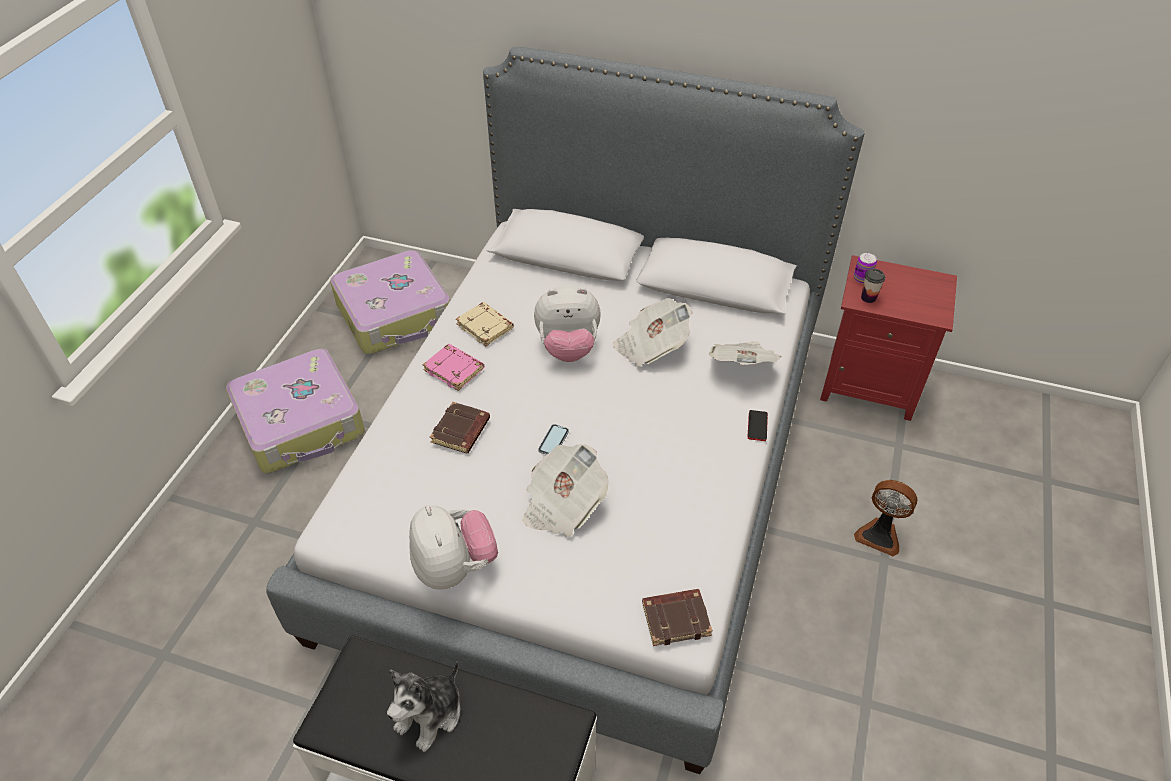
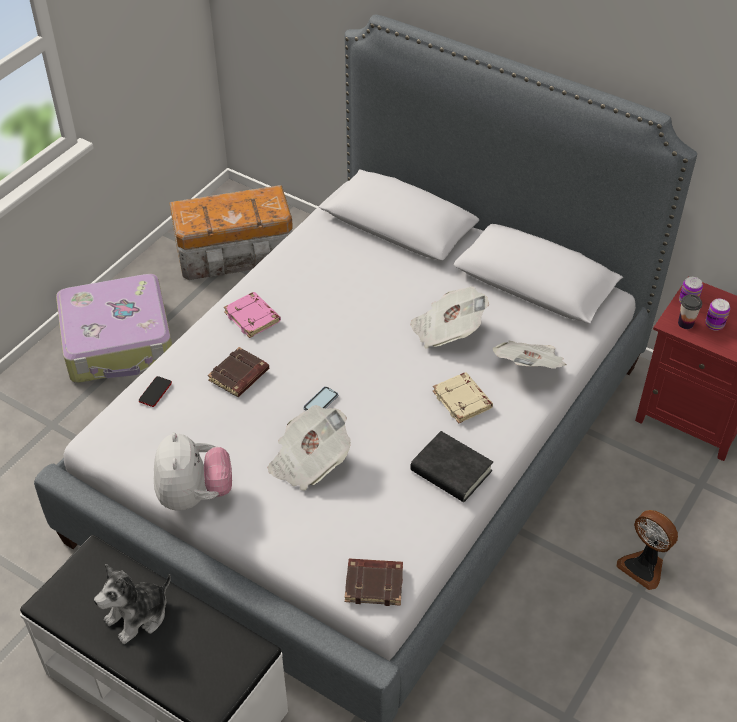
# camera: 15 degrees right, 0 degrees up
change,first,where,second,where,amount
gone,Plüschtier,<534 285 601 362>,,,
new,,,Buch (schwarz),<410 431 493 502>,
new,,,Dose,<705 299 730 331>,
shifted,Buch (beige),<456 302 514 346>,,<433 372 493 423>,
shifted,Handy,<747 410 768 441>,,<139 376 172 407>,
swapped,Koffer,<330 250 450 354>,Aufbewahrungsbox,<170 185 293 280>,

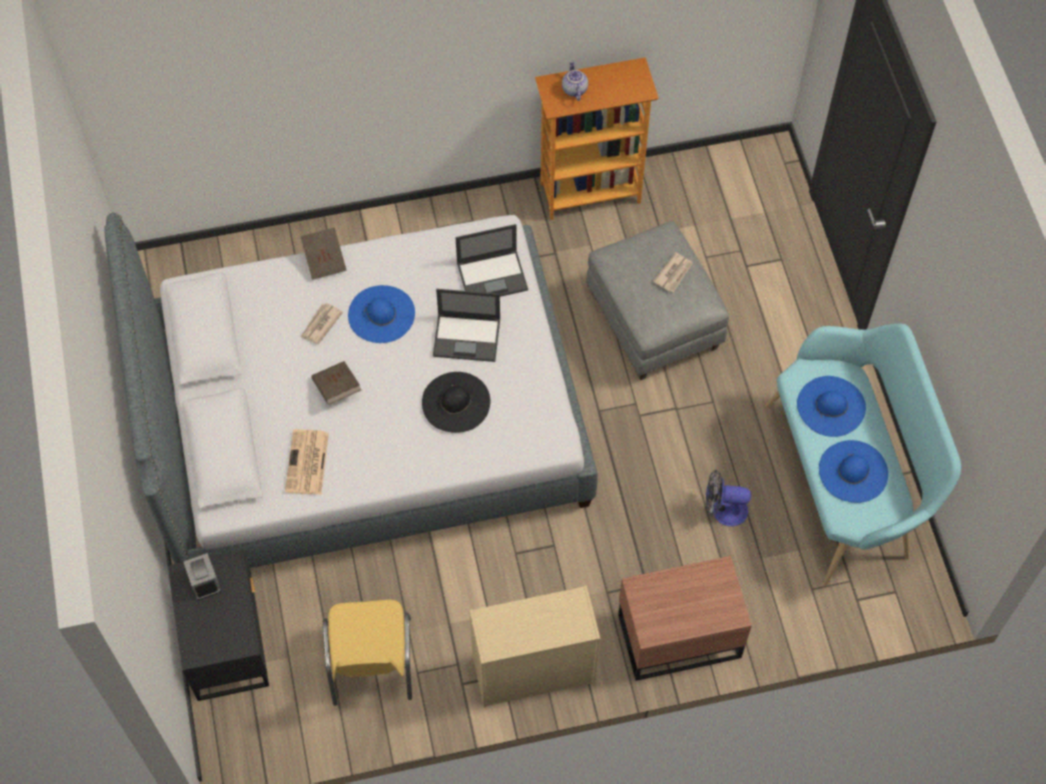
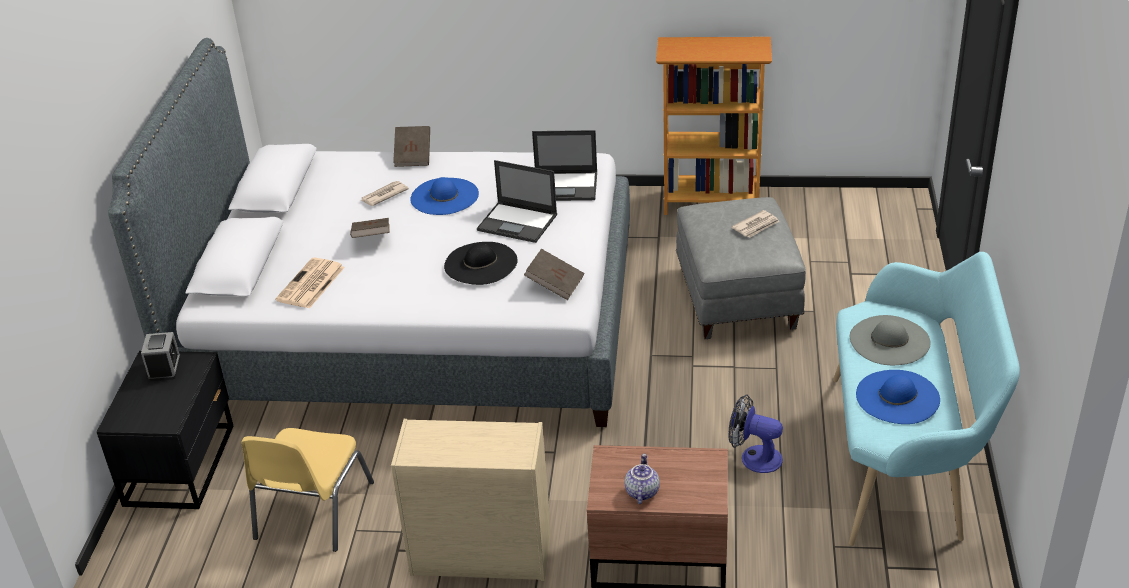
# camera: 20 degrees right, 25 degrees down
change,first,where,second,where,amount
new,,,Buch (braun),<524 249 584 300>,
shifted,Teekanne,<562 60 588 101>,,<625 454 660 504>,
repainted,Hut (blau),<797 376 866 437>,Hut (grau),<850 315 931 365>,

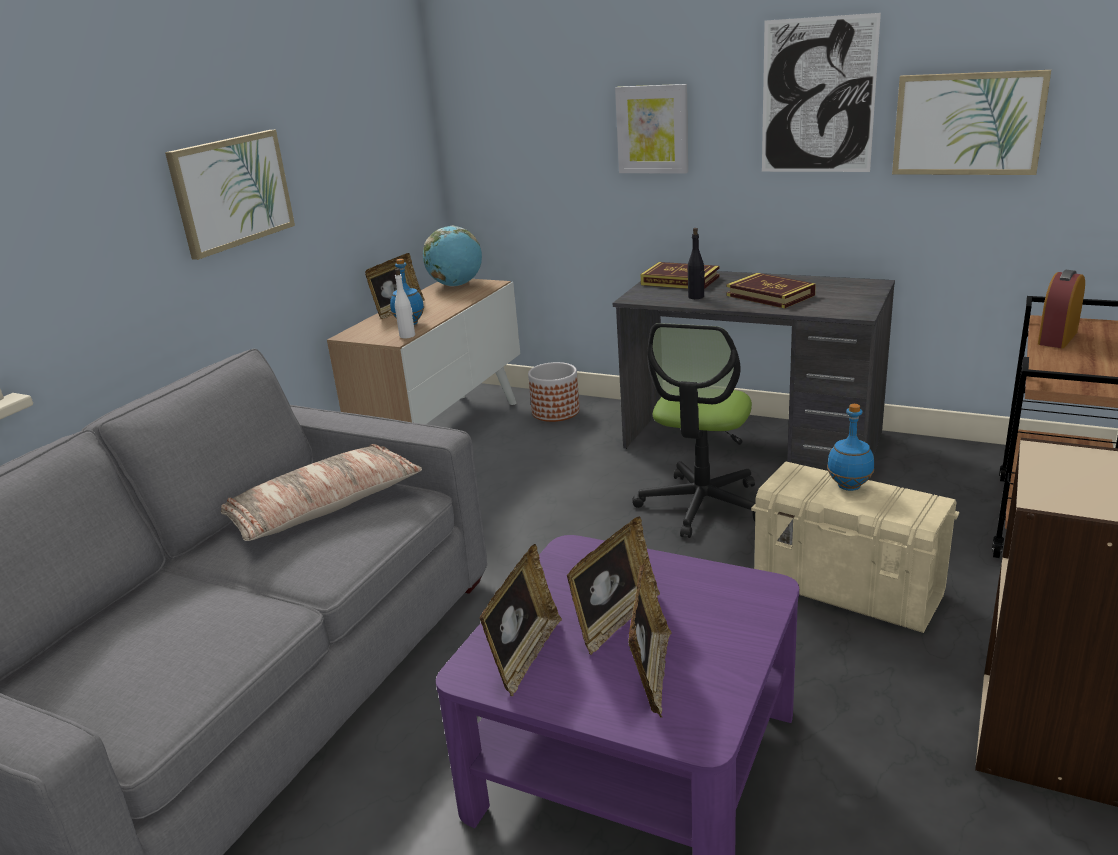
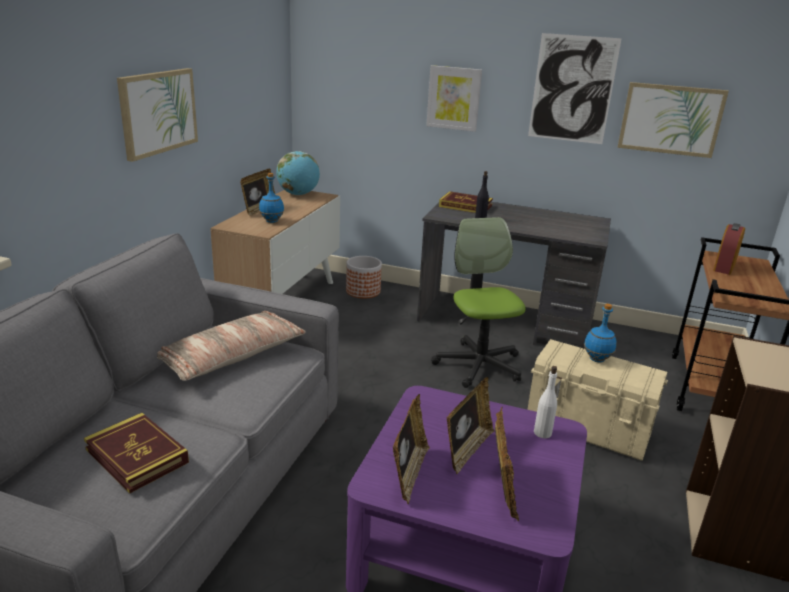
# camera: 10 degrees left, 0 degrees up
change,first,where,second,where,amount
shifted,Flasche (weiß),<395 269 415 338>,,<534 366 557 438>,
shifted,Buch,<727 273 816 308>,,<84 413 189 493>,
rotated,Bürostuhl,<633 323 756 538>,,<431 217 526 388>,150 degrees clockwise

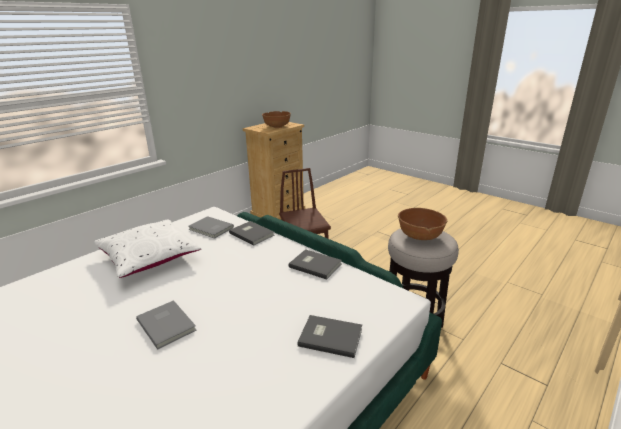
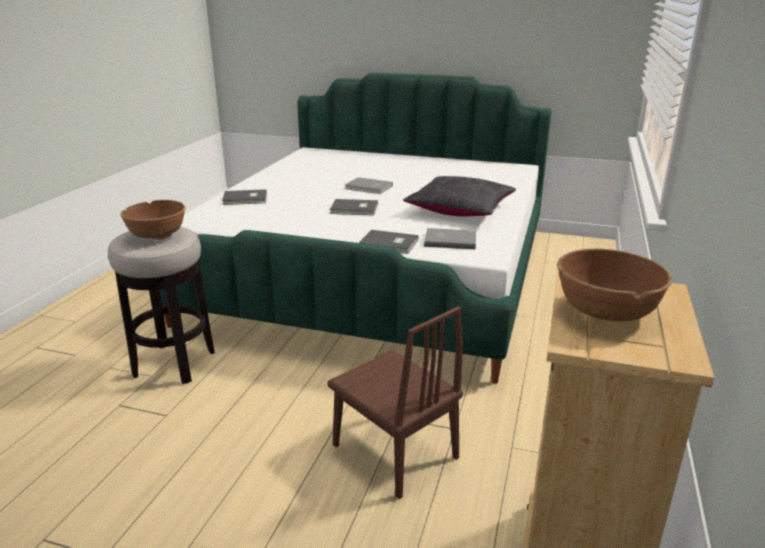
# camera: 155 degrees right, 0 degrees up
change,first,where,second,where,amount
shifted,Buch (grau),<288 249 342 280>,,<330 199 378 216>,
repainted,Kissen (weiß),<94 219 201 278>,Kissen (schwarz),<403 176 516 216>,

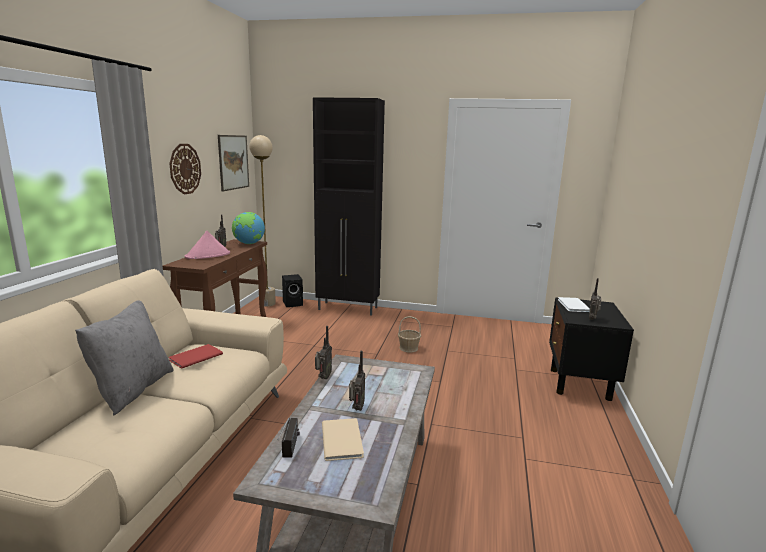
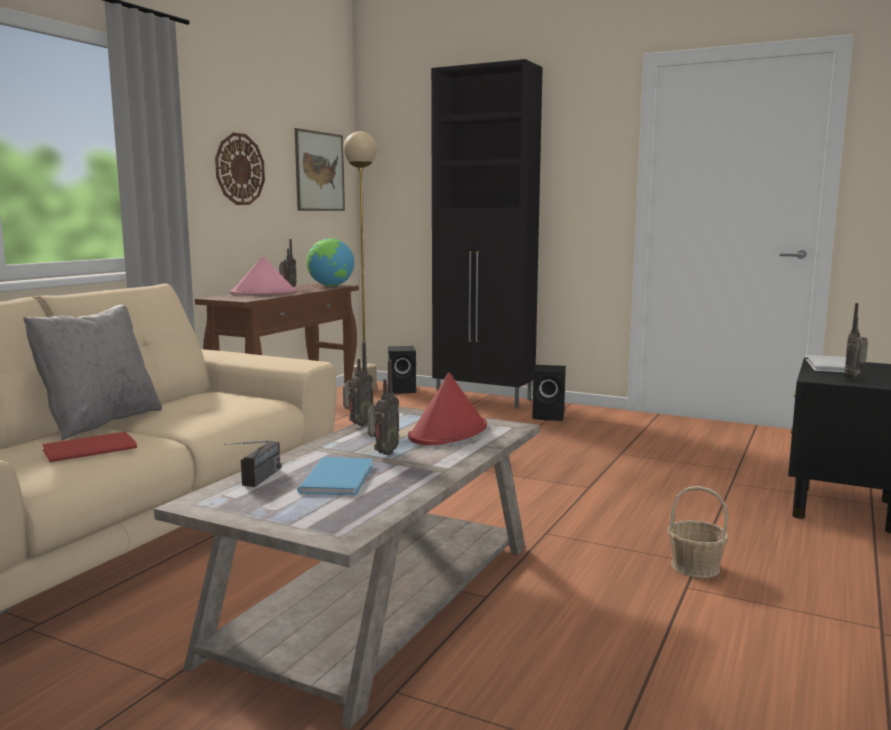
# camera: 15 degrees right, 5 degrees down
change,first,where,second,where,amount
new,,,Hut (rot),<408 372 487 445>,
new,,,Lautsprecher (schwarz),<532 365 566 421>,
shifted,Buch (rot),<168 344 223 369>,,<42 432 137 462>,
shifted,Korb,<398 316 421 352>,,<668 486 729 578>,
repainted,Buch (beige),<322 418 364 461>,Buch (blau),<297 457 373 495>,

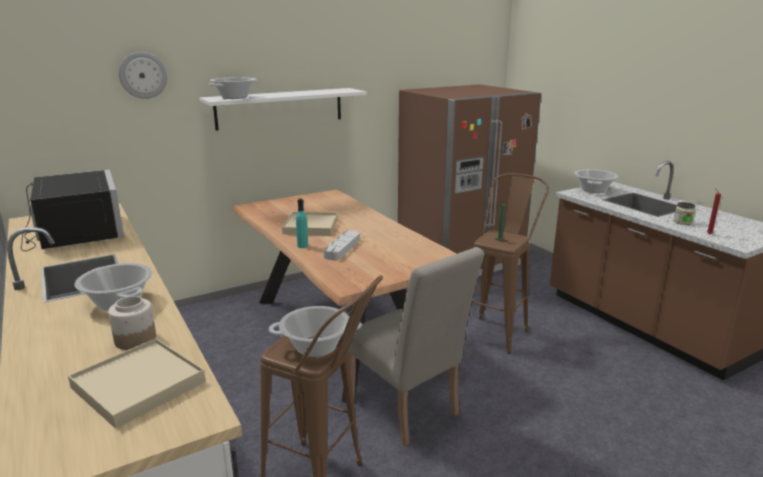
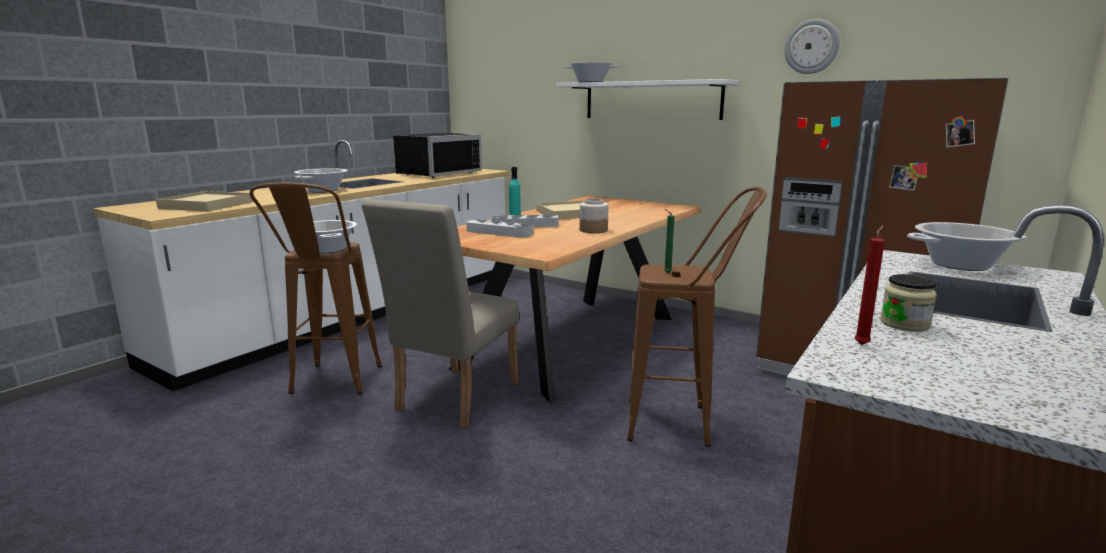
# camera: 65 degrees right, 5 degrees down
change,first,where,second,where,amount
new,,,Tablett (grau),<466 219 533 238>,
shifted,Vorratsglas,<108 296 156 350>,,<579 198 609 233>,
shifted,Wanduhr,<119 52 167 99>,,<785 19 840 74>,

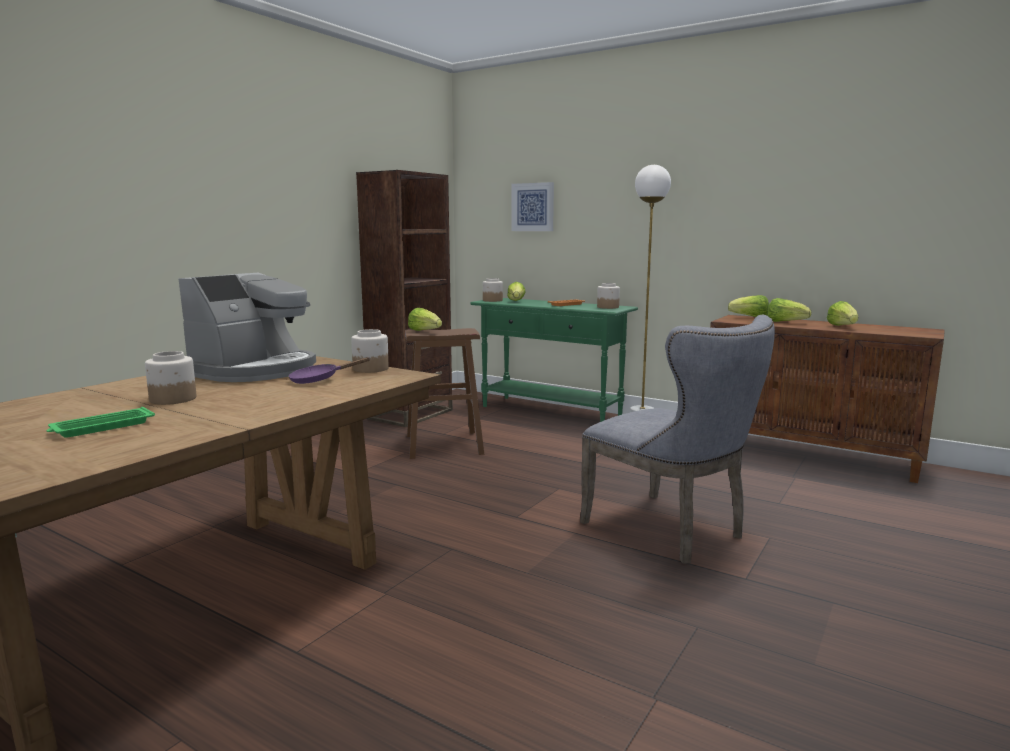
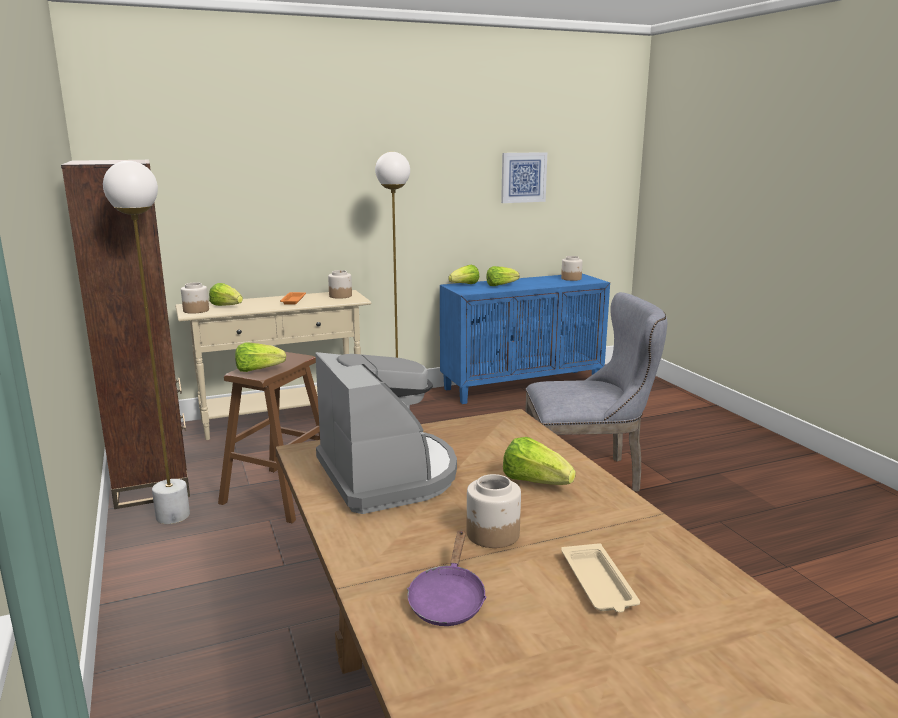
# camera: 55 degrees left, 5 degrees up
change,first,where,second,where,amount
new,,,Stehlampe (weiß),<103 161 190 524>,
shifted,Pfanne (lila),<288 357 370 384>,,<407 530 487 626>,
shifted,Vorratsglas,<351 329 389 373>,,<561 256 583 281>,
shifted,Bild,<511 182 554 231>,,<501 152 547 203>,
shifted,Salatkopf,<826 301 858 326>,,<503 437 576 485>,
repainted,Tablett (grün),<47 407 155 438>,Tablett (beige),<561 543 640 612>,
repainted,Konsolentisch (grün),<470 298 638 422>,Konsolentisch (beige),<175 290 371 440>,
repainted,Schrank (braun),<710 315 945 483>,Schrank (blau),<440 274 610 404>,

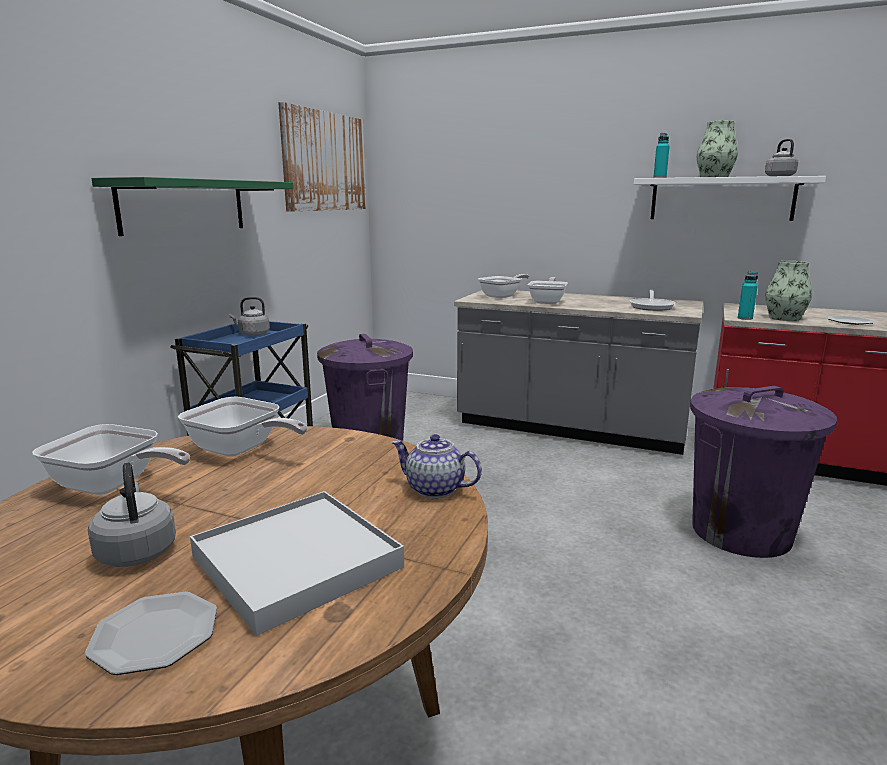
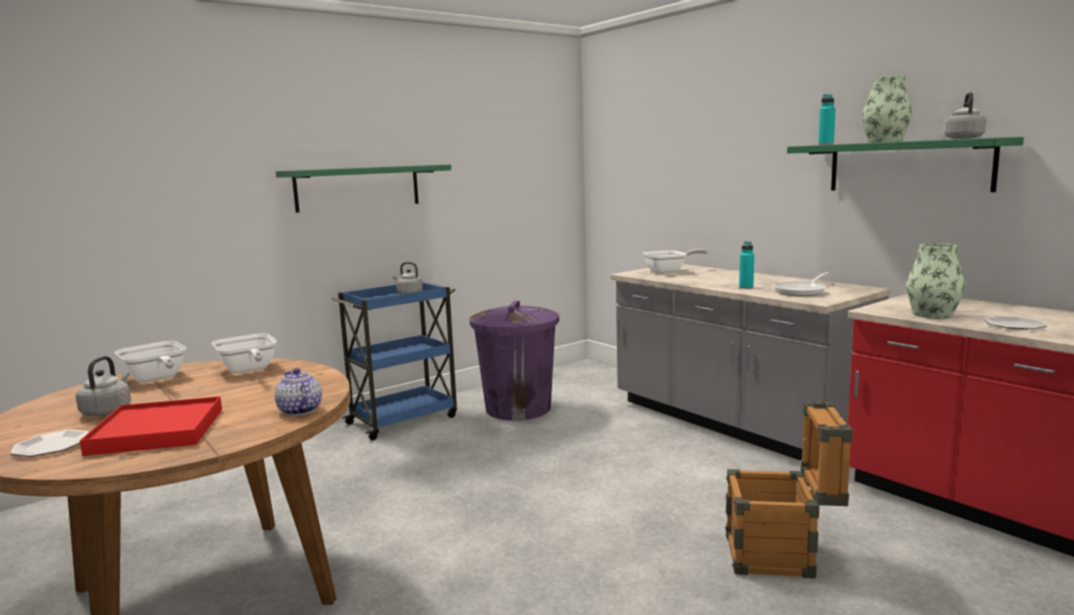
# camera: 30 degrees right, 5 degrees down
change,first,where,second,where,amount
gone,Bild,<278 102 366 212>,,,
gone,Pfanne,<528 277 568 304>,,,
shifted,Flasche (türkis),<738 271 758 320>,,<739 241 754 289>,
swapped,Mülleimer (lila),<690 386 837 558>,Kiste,<725 401 853 578>,
repainted,Tablett (weiß),<190 491 404 636>,Tablett (rot),<80 396 222 456>,
repainted,Wandregal (weiß),<634 176 826 221>,Wandregal (grün),<787 137 1024 192>,

